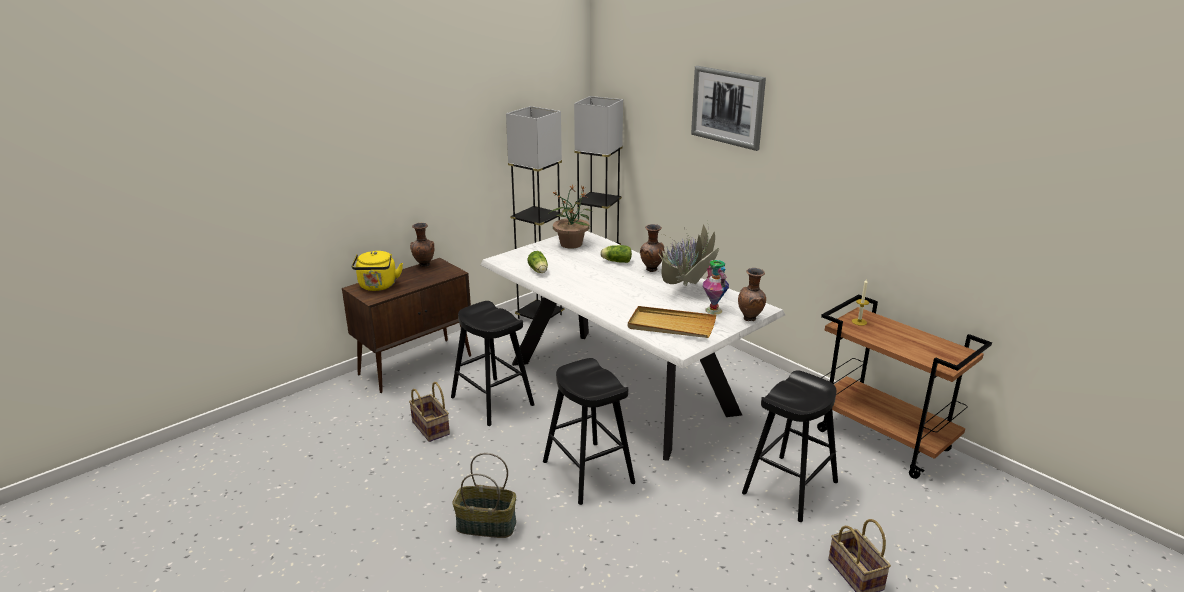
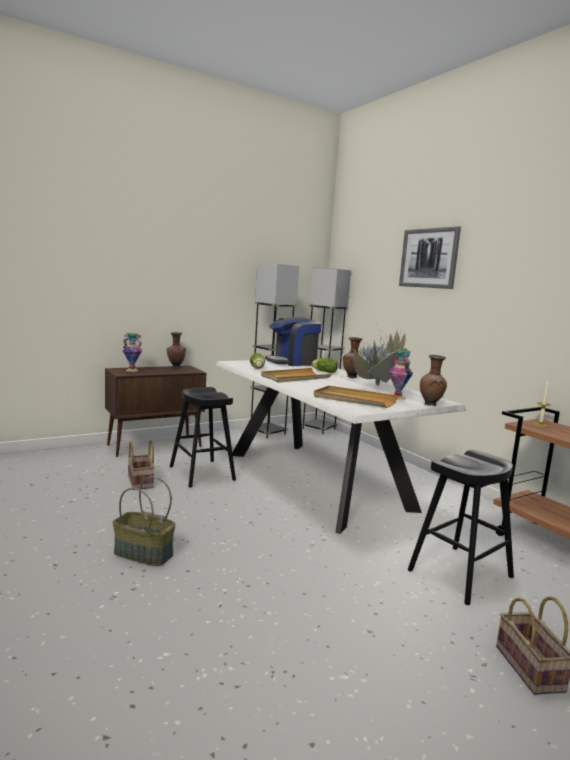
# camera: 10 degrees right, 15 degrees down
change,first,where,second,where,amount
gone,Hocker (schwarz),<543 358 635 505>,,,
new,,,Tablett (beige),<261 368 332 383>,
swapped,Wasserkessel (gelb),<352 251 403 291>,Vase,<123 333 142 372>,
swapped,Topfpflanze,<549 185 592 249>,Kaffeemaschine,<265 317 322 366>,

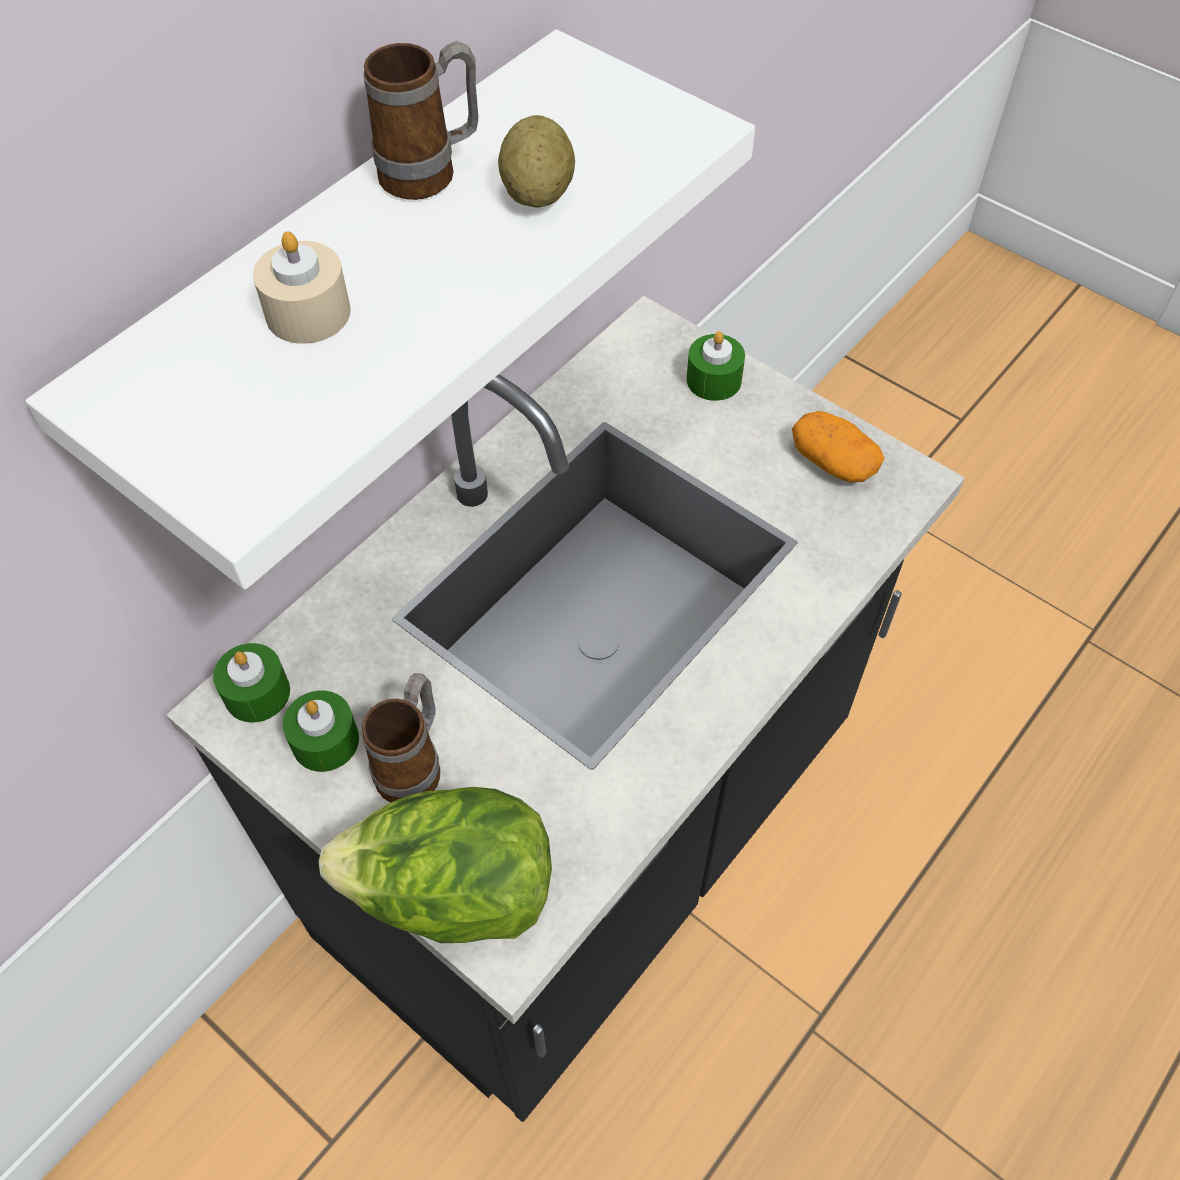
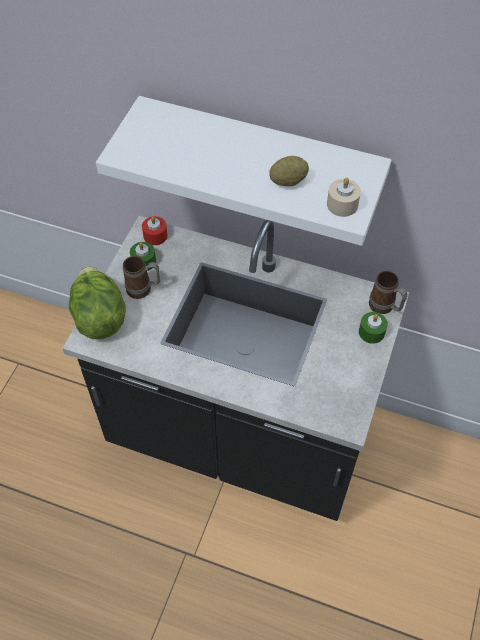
# camera: 70 degrees right, 0 degrees up
change,first,where,second,where,amount
gone,Kartoffel,<792 411 884 482>,,,
shifted,Kerze (beige),<253 231 351 344>,,<327 178 361 217>,
shifted,Henkelbecher,<364 41 478 200>,,<369 271 407 314>,
repainted,Kerze (grün),<213 643 290 723>,Kerze (rot),<142 216 168 245>,

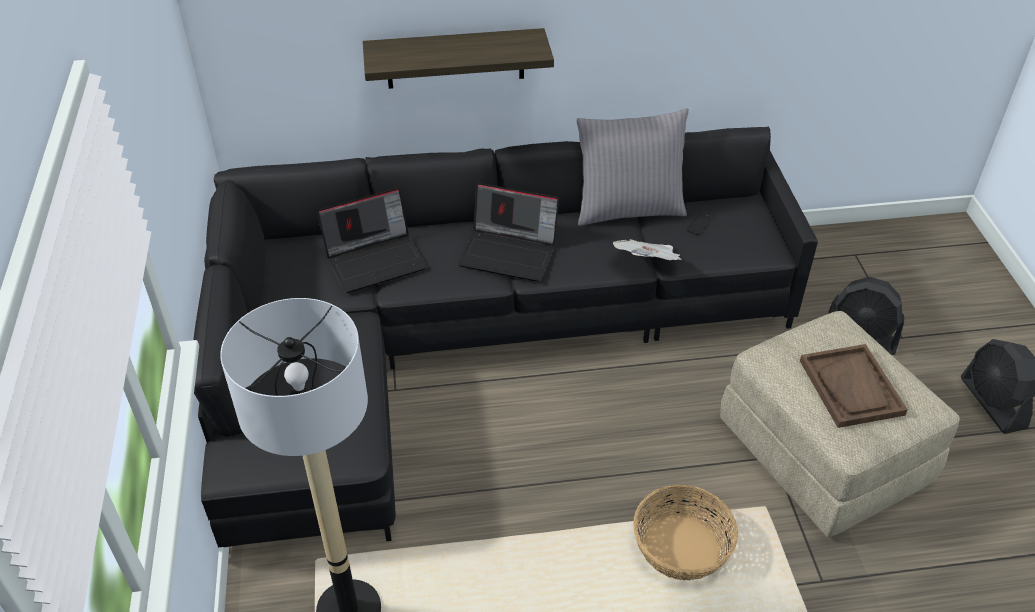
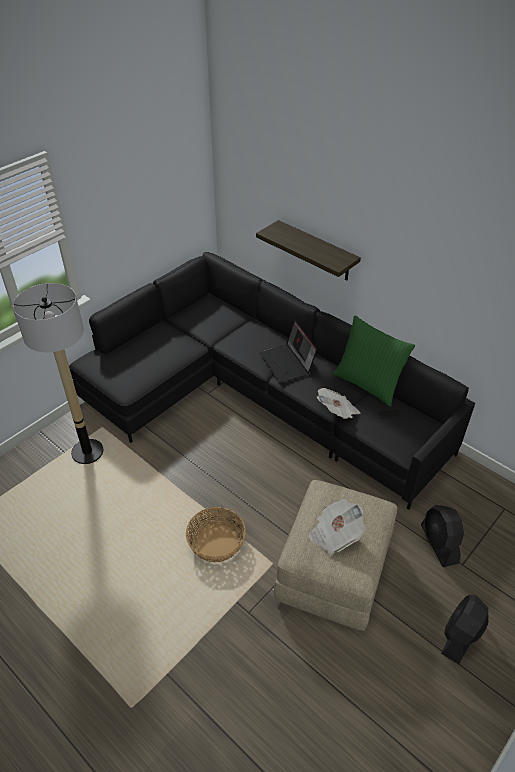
# camera: 50 degrees right, 0 degrees up
change,first,where,second,where,amount
gone,Laptop,<317 188 427 293>,,,
swapped,Tablett (braun),<800 344 908 428>,Zeitung,<308 499 365 555>,
repainted,Kissen (grau),<576 108 689 226>,Kissen (grün),<334 315 415 407>,

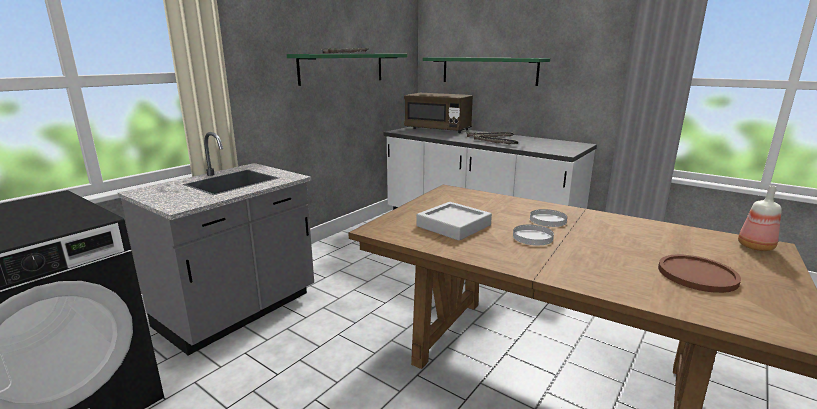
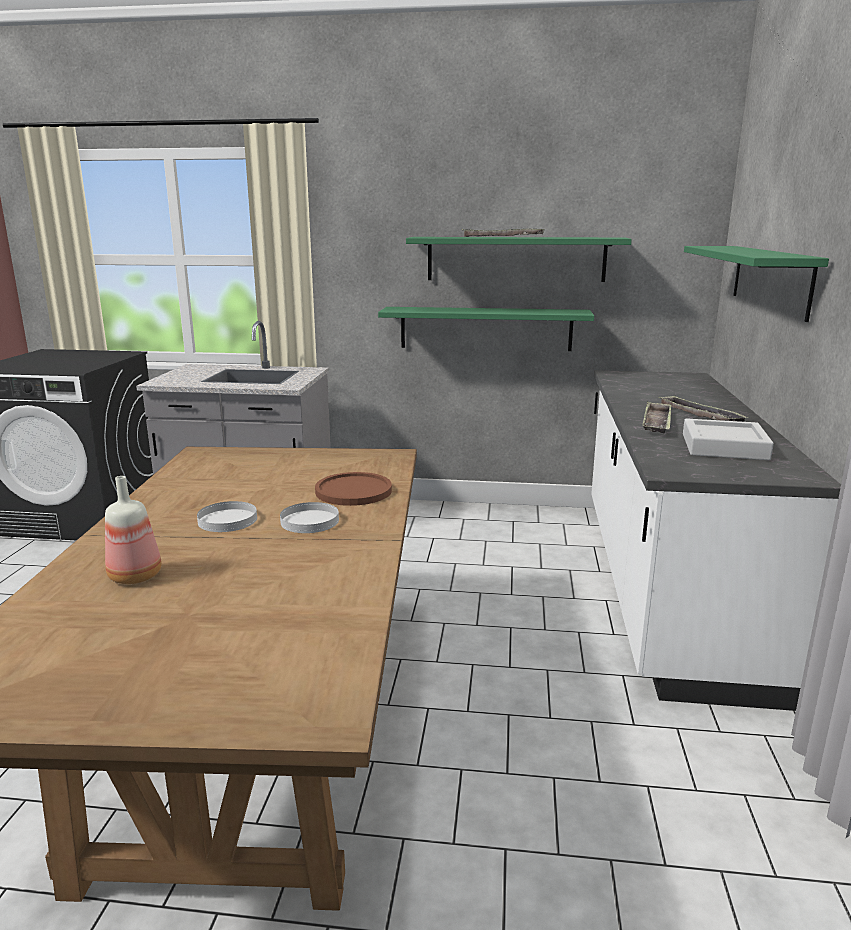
# camera: 60 degrees right, 0 degrees up
change,first,where,second,where,amount
gone,Mikrowelle (braun),<404 93 473 133>,,,
new,,,Wandregal (grün),<378 307 594 351>,
shifted,Tablett (grau),<416 202 492 241>,,<683 418 774 460>,
shifted,Teller (braun),<658 254 741 293>,,<315 472 392 506>,
shifted,Flasche,<738 185 782 251>,,<105 476 162 584>,

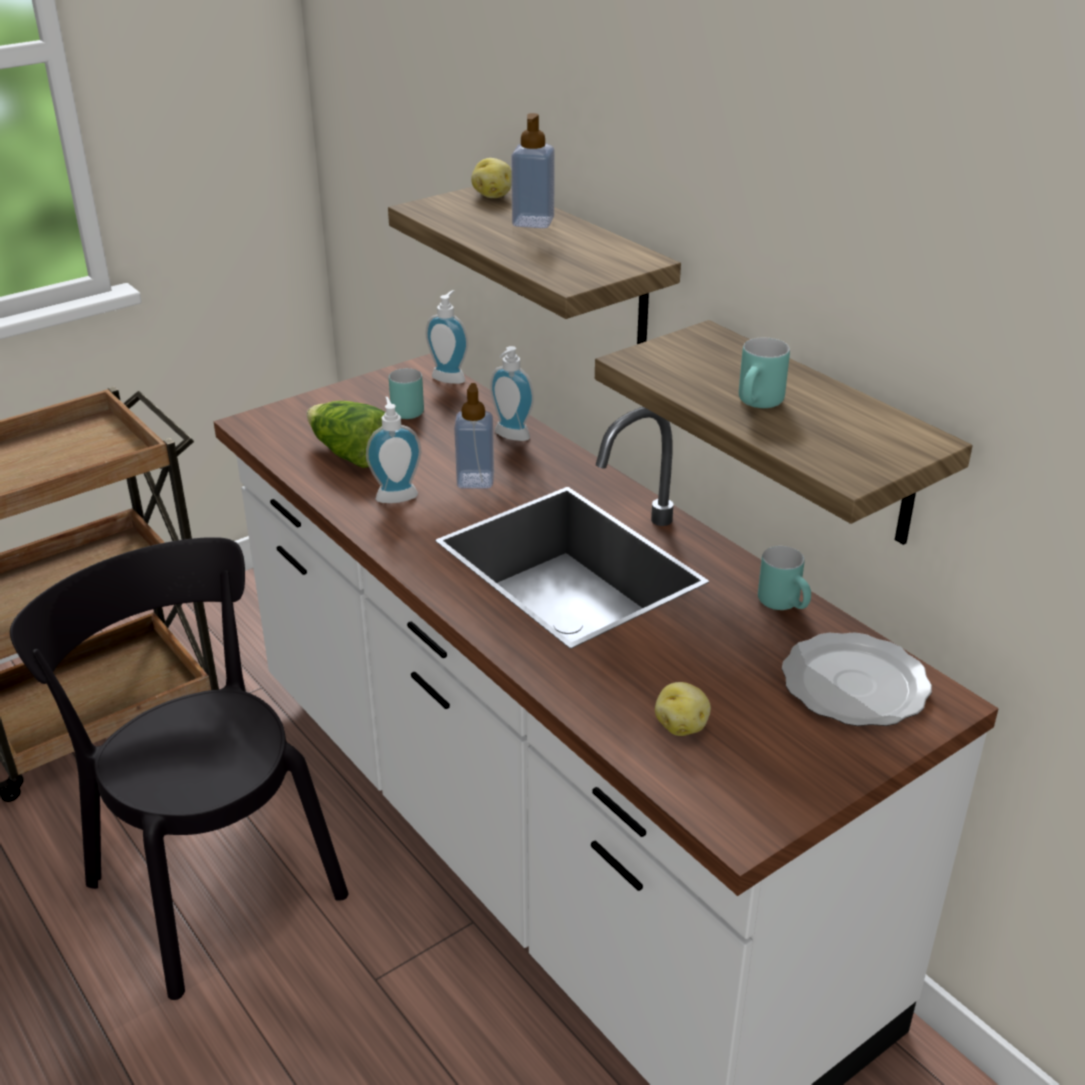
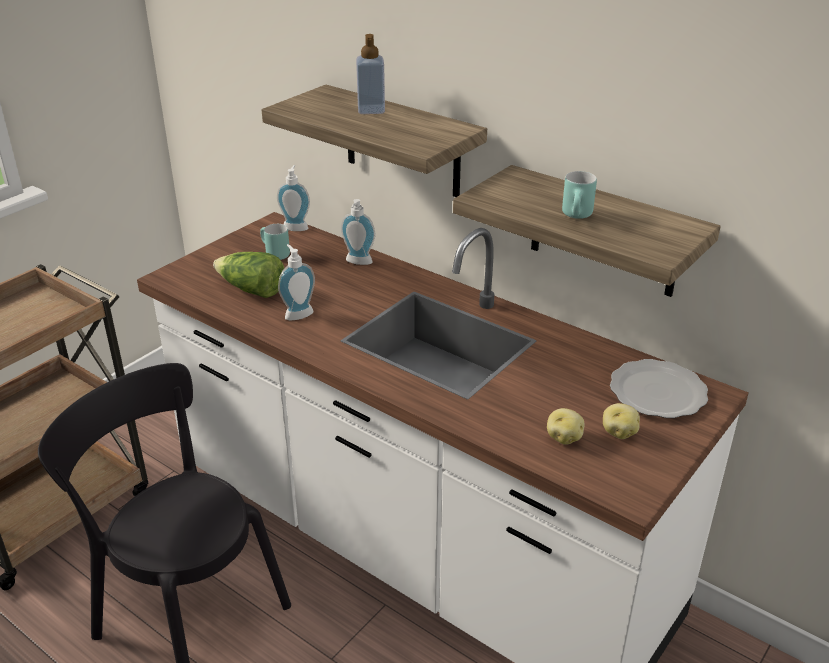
# camera: 15 degrees left, 0 degrees up
change,first,where,second,where,amount
gone,Seifenspender,<454 383 494 489>,,,
gone,Henkelbecher (türkis),<758 546 811 610>,,,
shifted,Kartoffel,<471 158 512 198>,,<603 403 640 439>,

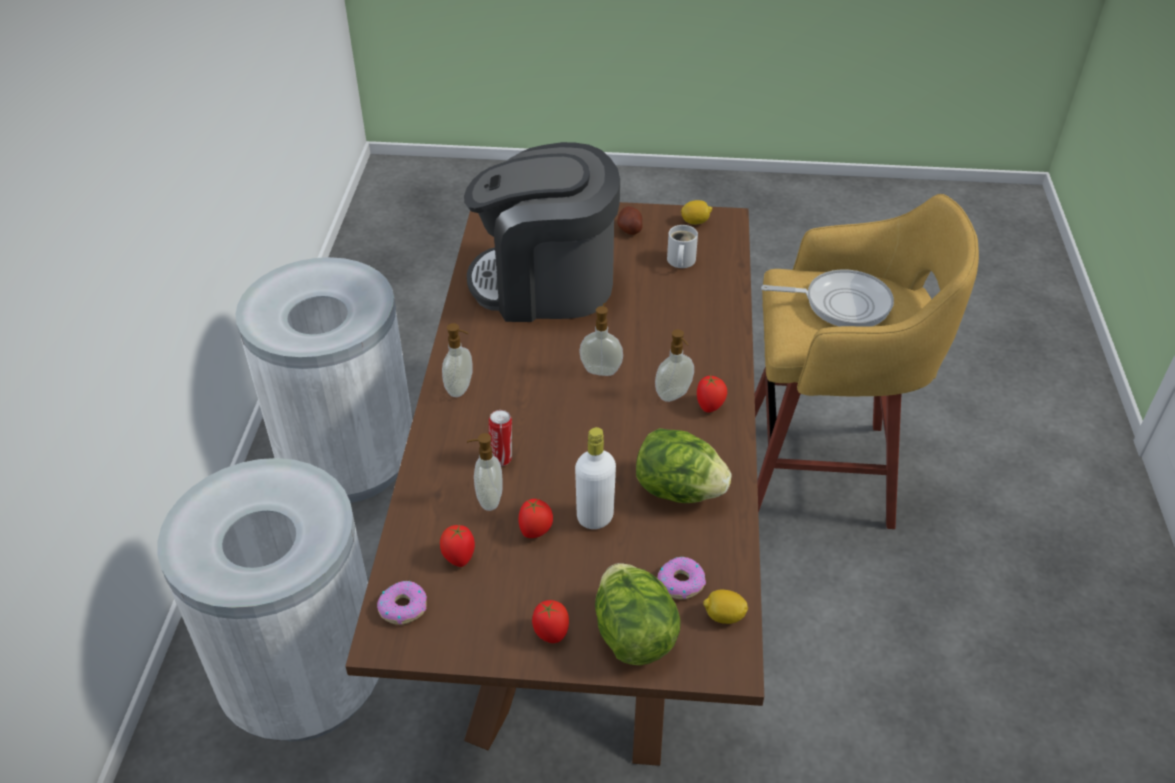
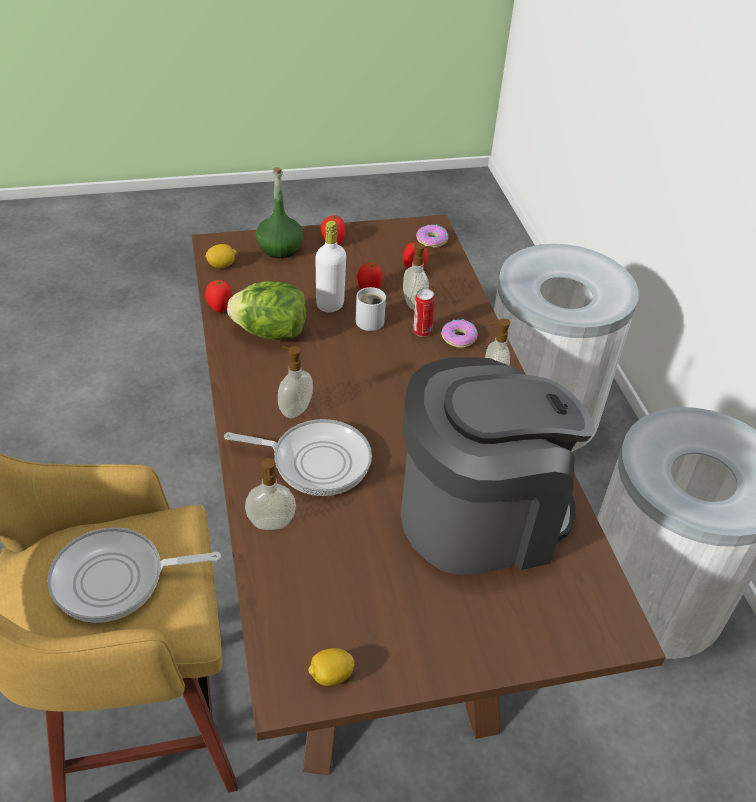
# camera: 160 degrees right, 0 degrees up
change,first,where,second,where,amount
gone,Kartoffel,<617 206 643 235>,,,
new,,,Pfanne,<224 419 372 496>,
shifted,Seifenspender,<579 303 623 376>,,<245 458 296 530>,
shifted,Donut,<657 557 706 599>,,<441 319 478 348>,
shifted,Henkelbecher (weiß),<667 225 698 268>,,<356 287 386 331>,
shifted,Tomate,<697 374 727 413>,,<205 279 232 313>,
swapped,Salatkopf,<595 563 681 665>,Flasche (grün),<256 167 303 258>,

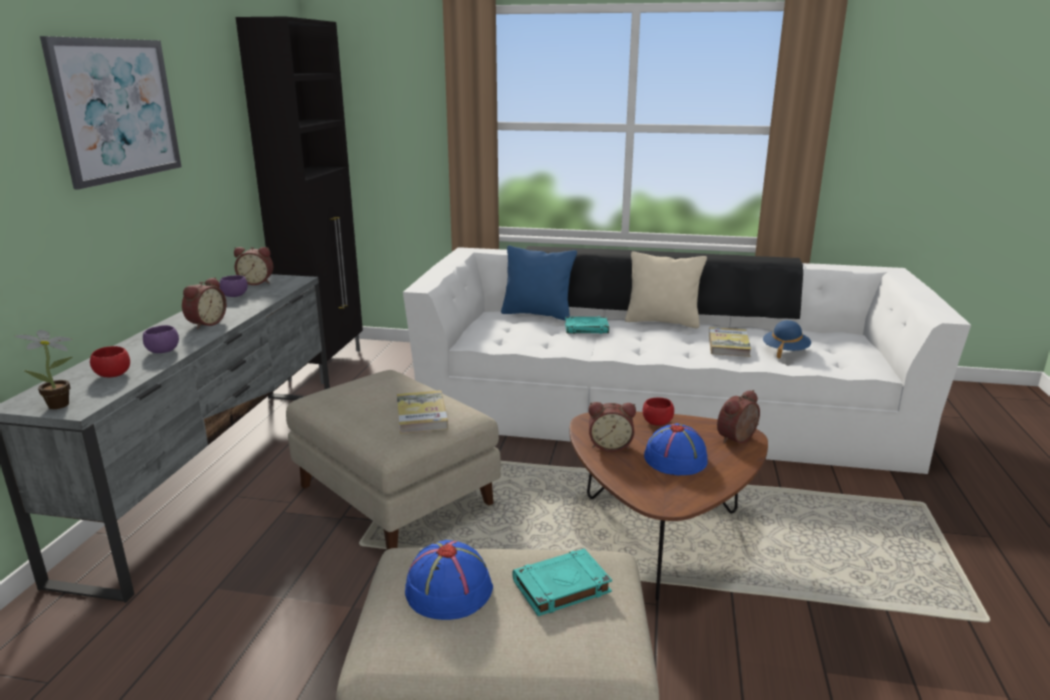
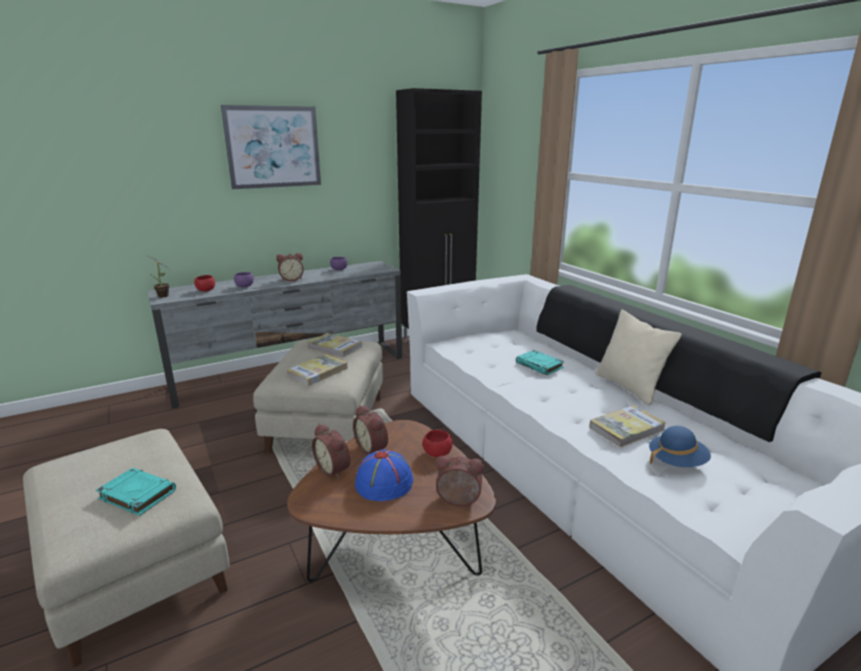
# camera: 50 degrees right, 0 degrees up
change,first,where,second,where,amount
gone,Hut (blau),<405 540 493 620>,,,
gone,Kissen (blau),<501 246 577 321>,,,
new,,,Buch,<307 333 362 358>,
shifted,Wecker,<234 247 273 285>,,<312 424 350 479>,

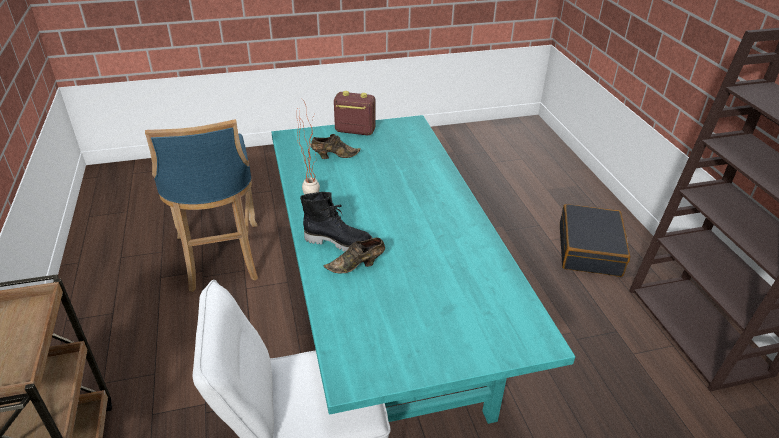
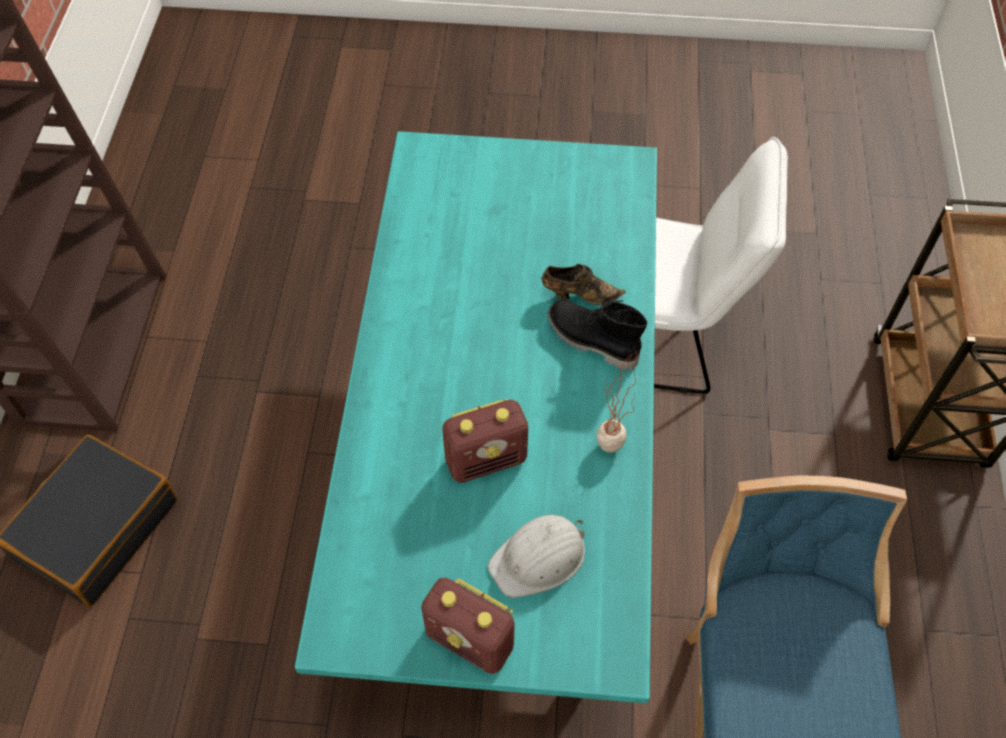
# camera: 160 degrees left, 20 degrees up
change,first,where,second,where,amount
new,,,Radio,<442 399 528 483>,
swapped,Schuh (braun),<311 134 361 159>,Schutzhelm (weiß),<488 515 585 598>,

